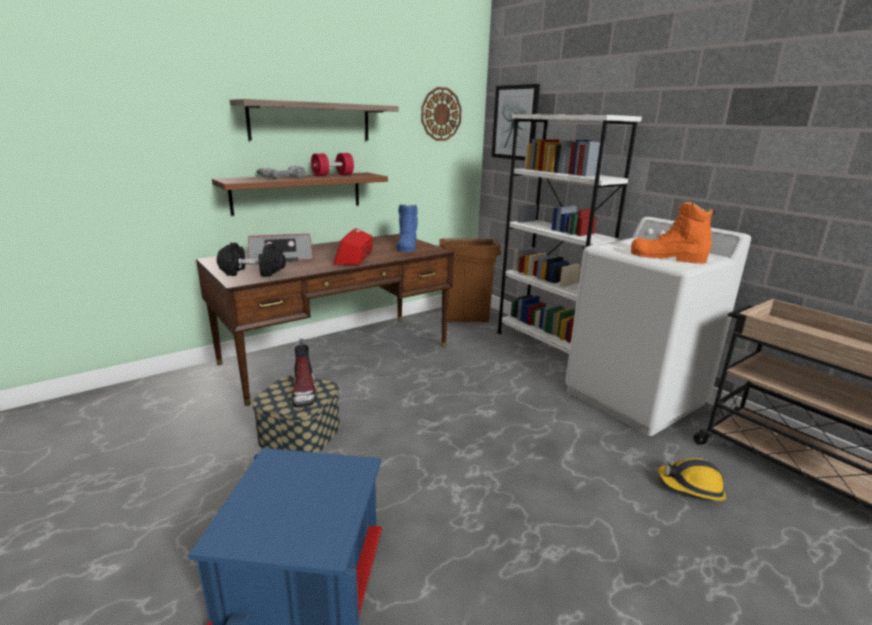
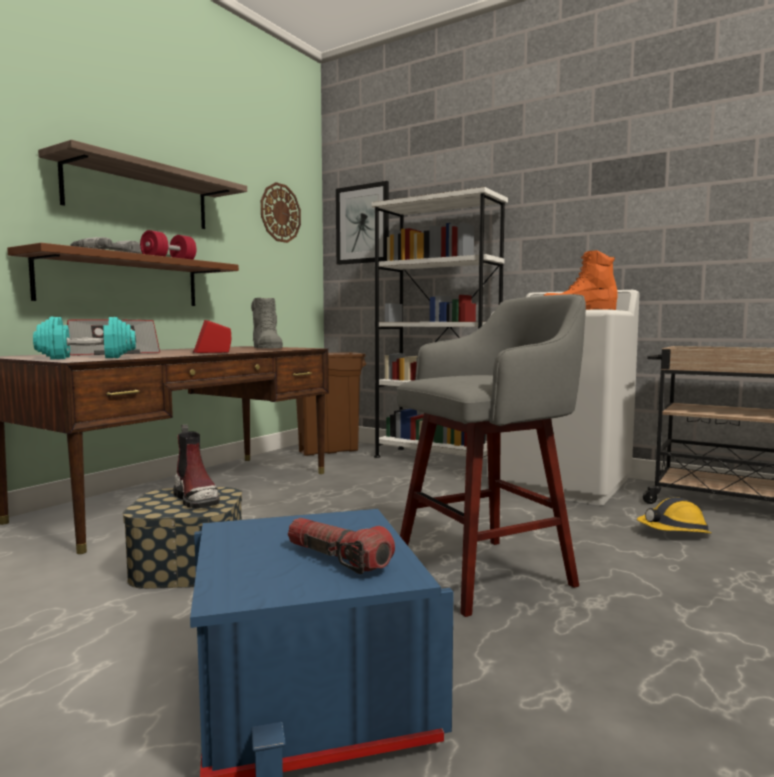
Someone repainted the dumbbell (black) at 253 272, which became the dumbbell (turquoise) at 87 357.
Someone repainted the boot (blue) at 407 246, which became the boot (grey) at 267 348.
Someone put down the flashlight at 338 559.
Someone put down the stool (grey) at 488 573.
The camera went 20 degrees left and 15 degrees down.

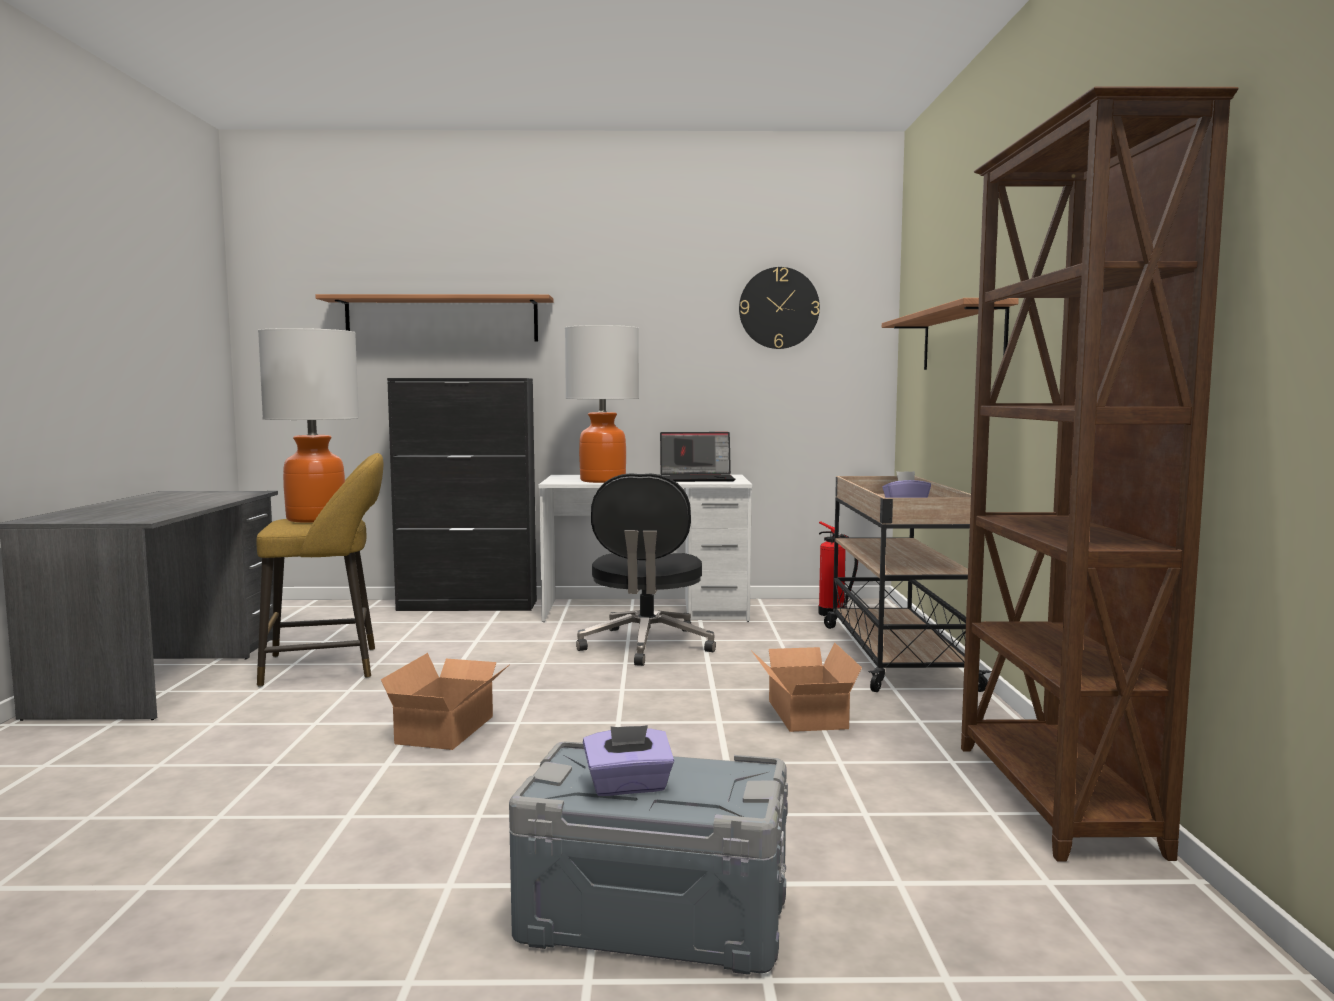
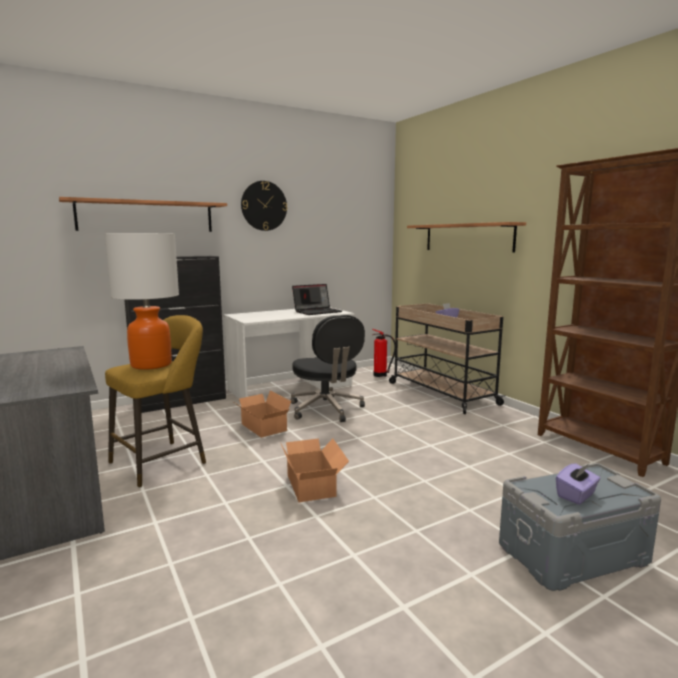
Someone took away the table lamp at 603 480.
Someone carried the wall clock from 779 308 to 264 206.
Someone carried the cardboard box from 803 715 to 262 428.
The camera went 30 degrees left and 5 degrees up.

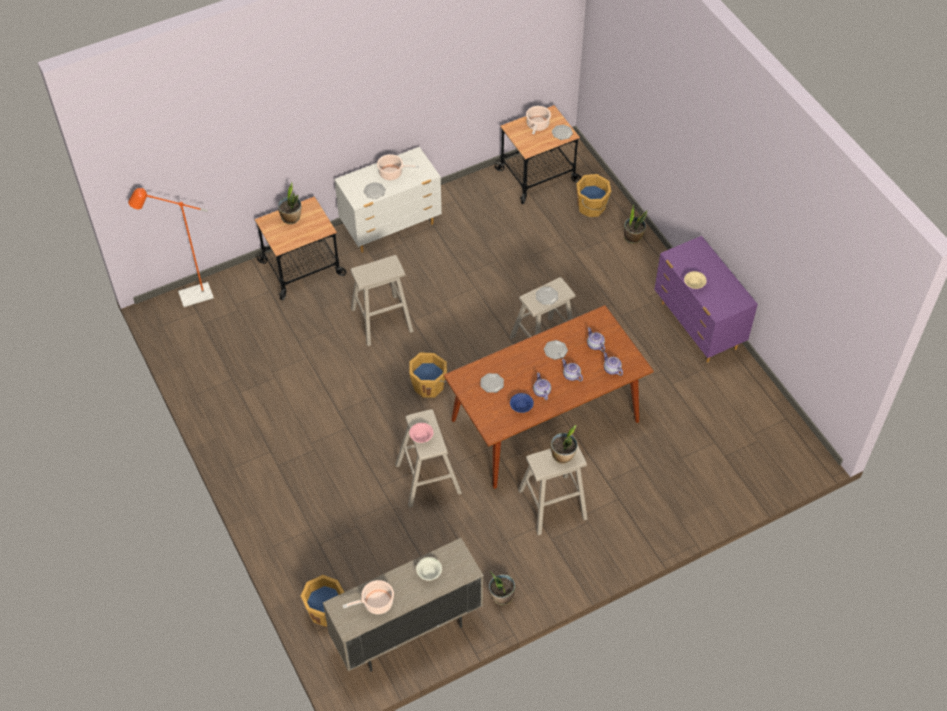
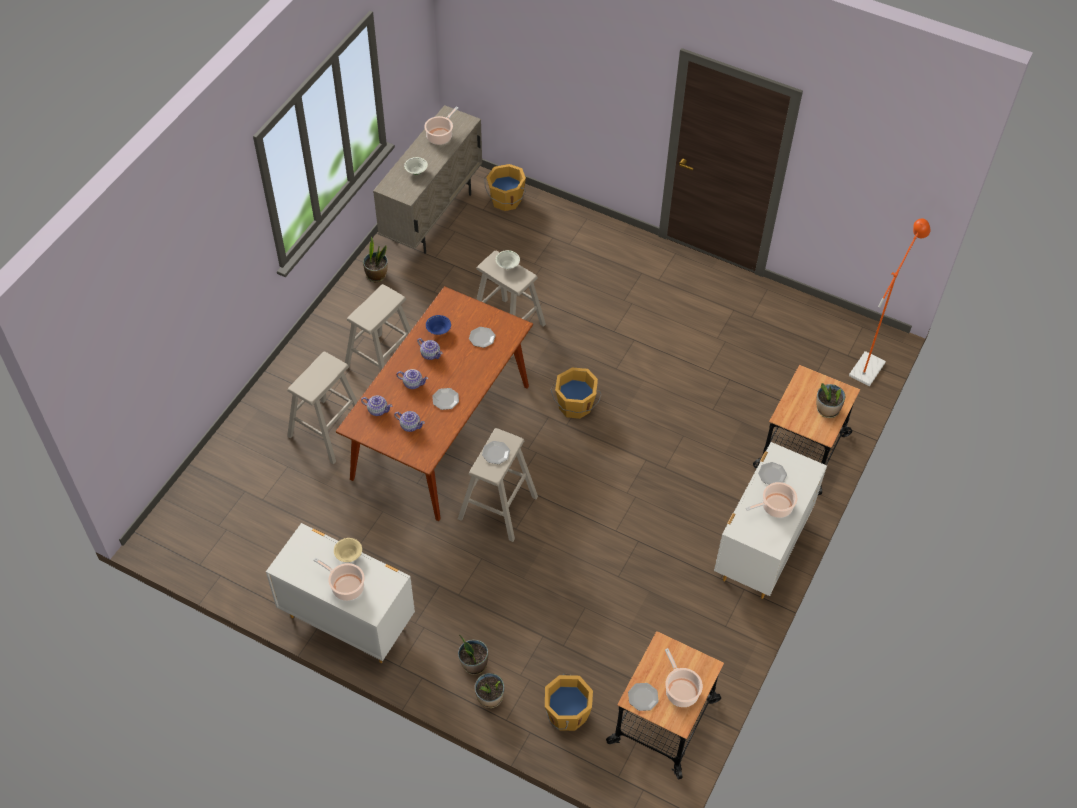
Someone carried the stool (beige) from 381 320 to 328 430.
Someone repainted the bowl (pink) at 421 437, which became the bowl (white) at 507 265.
Someone carried the potted plant from 563 456 to 473 664.
Someone repainted the dresser (purple) at 698 327, which became the dresser (white) at 347 620.
Someone put down the cooking pot at 346 586.
The camera went 145 degrees right and 0 degrees up.

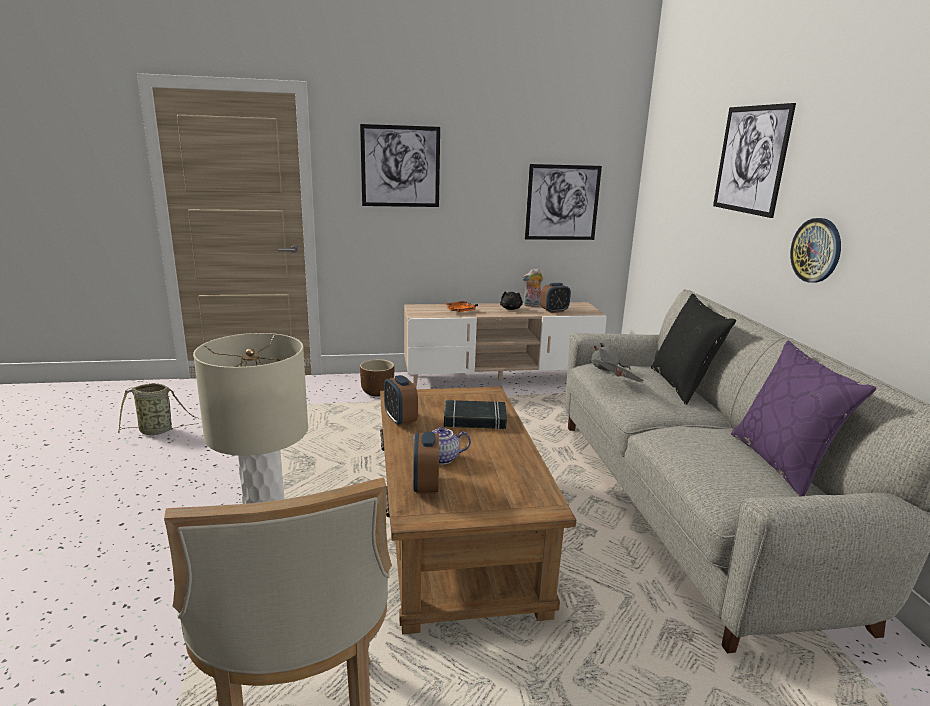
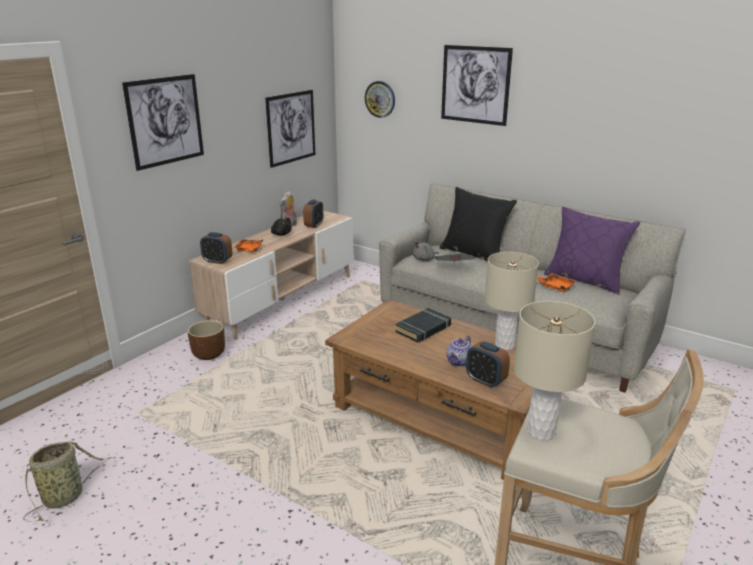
Someone carried the alarm clock from 400 420 to 217 261.
Someone carried the wall clock from 816 250 to 380 99.
Someone put down the table lamp (beige) at 504 345.
Someone put down the tray (orange) at 555 287.
The camera went 45 degrees left and 5 degrees up.

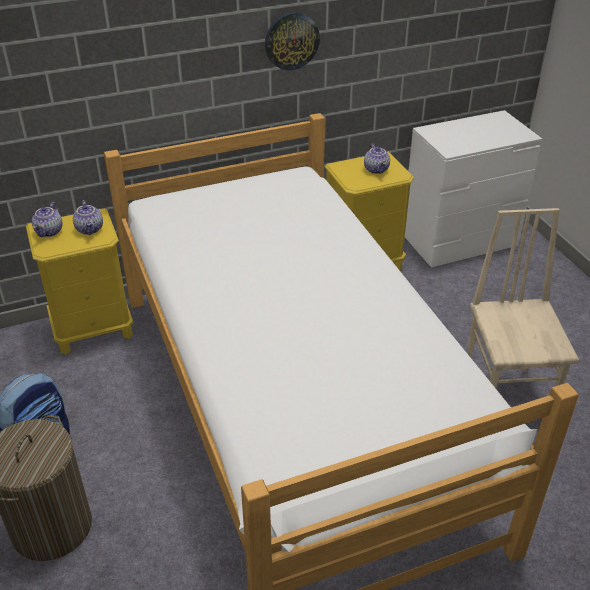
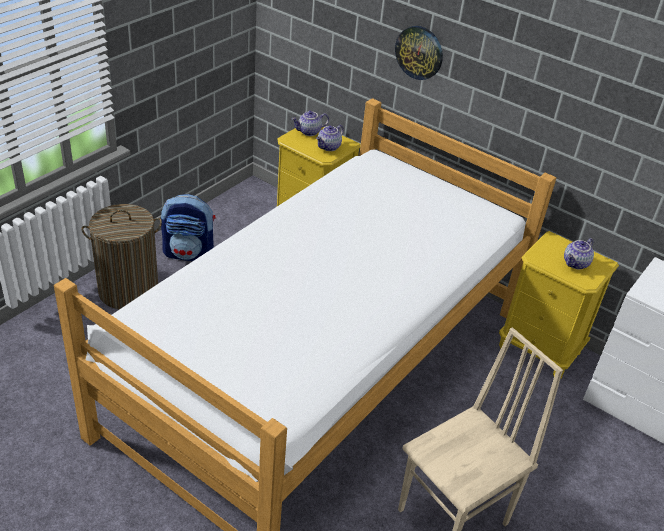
Someone carried the wall clock from 291 40 to 419 52.
The camera went 55 degrees right and 0 degrees up.

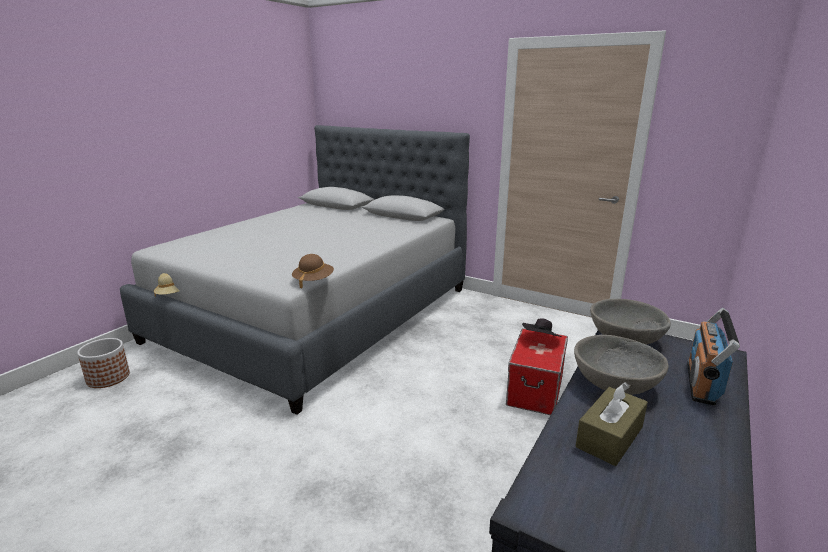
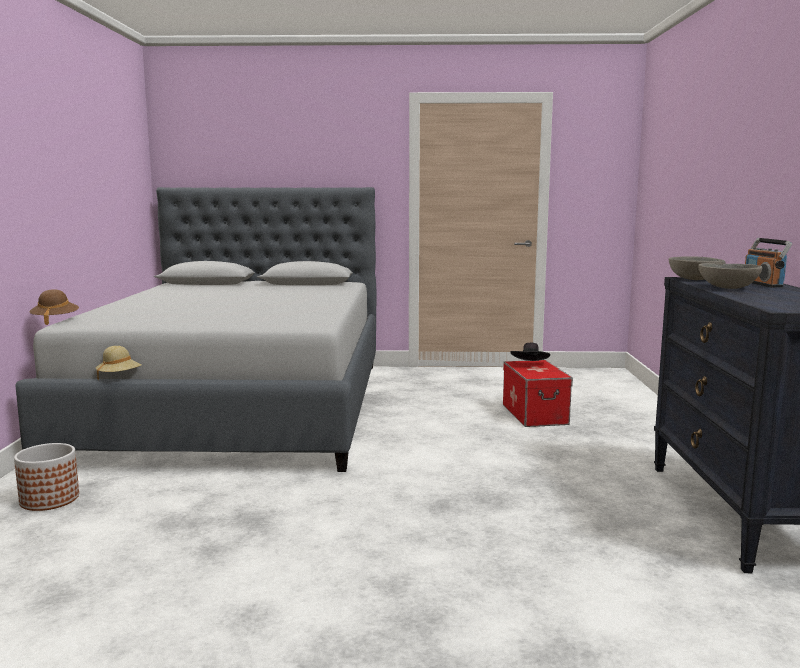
Someone carried the hat (brown) from 313 281 to 55 320.
Someone took away the tissue box (brown) at 609 437.
The camera went 30 degrees left and 10 degrees down.

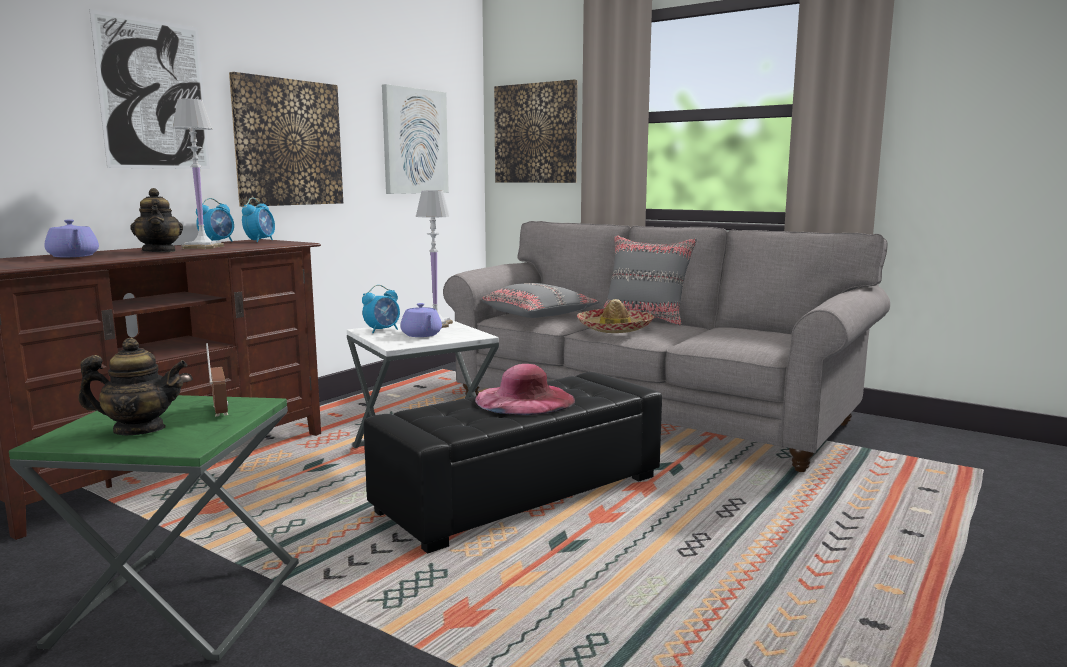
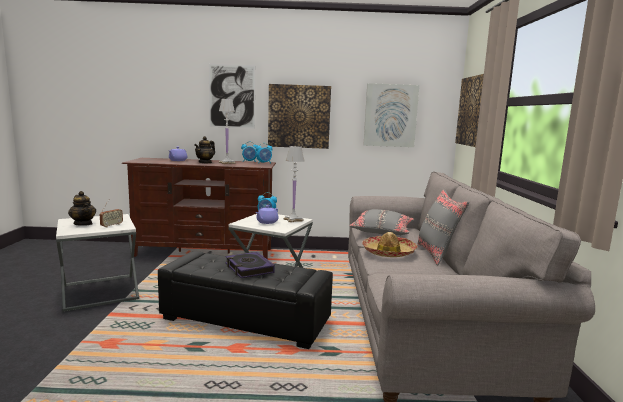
Someone repainted the side table (green) at 181 603, which became the side table (white) at 100 292.
Someone swapped the hat (pink) at 525 399 for the book at 249 268.
The camera went 55 degrees right and 0 degrees up.

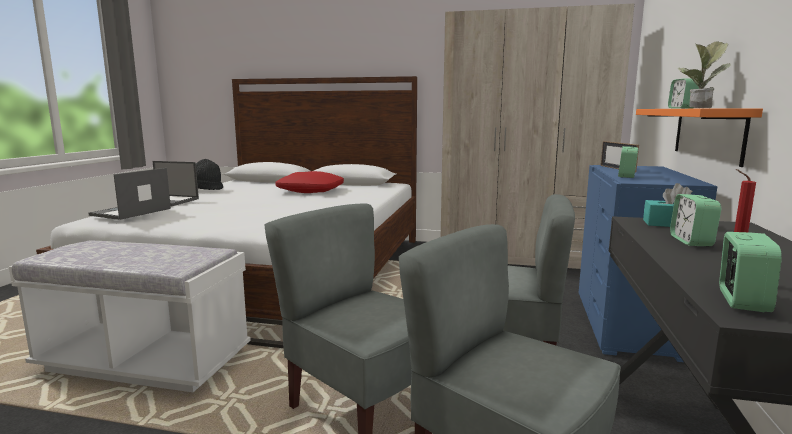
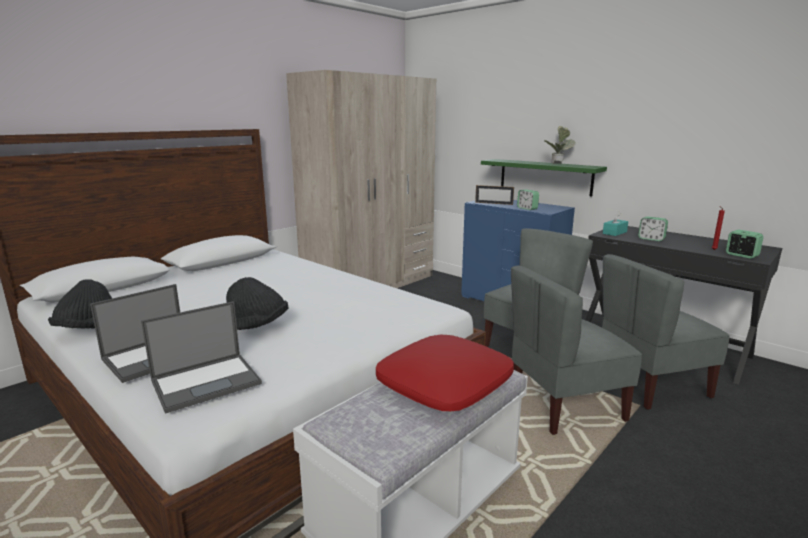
Someone rotated the laptop at 130 212 by 90 degrees counterclockwise.
Someone carried the pillow (red) from 310 191 to 445 385.
Someone repainted the shelf (orange) at 707 133, which became the shelf (green) at 545 176.
Someone took away the alarm clock at 682 108.
Someone put down the hat (black) at 258 325.
The camera went 60 degrees left and 5 degrees up.

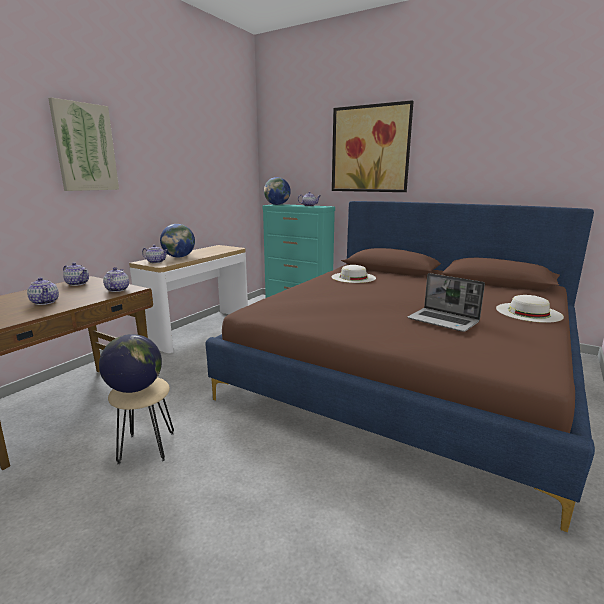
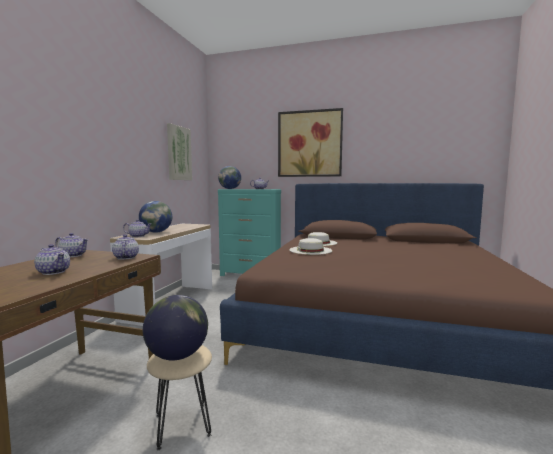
Someone carried the picture from 85 147 to 178 153.
Someone took away the laptop at 444 321.
Someone carried the hat (white) from 528 312 to 310 250.
The camera went 15 degrees left and 10 degrees down.

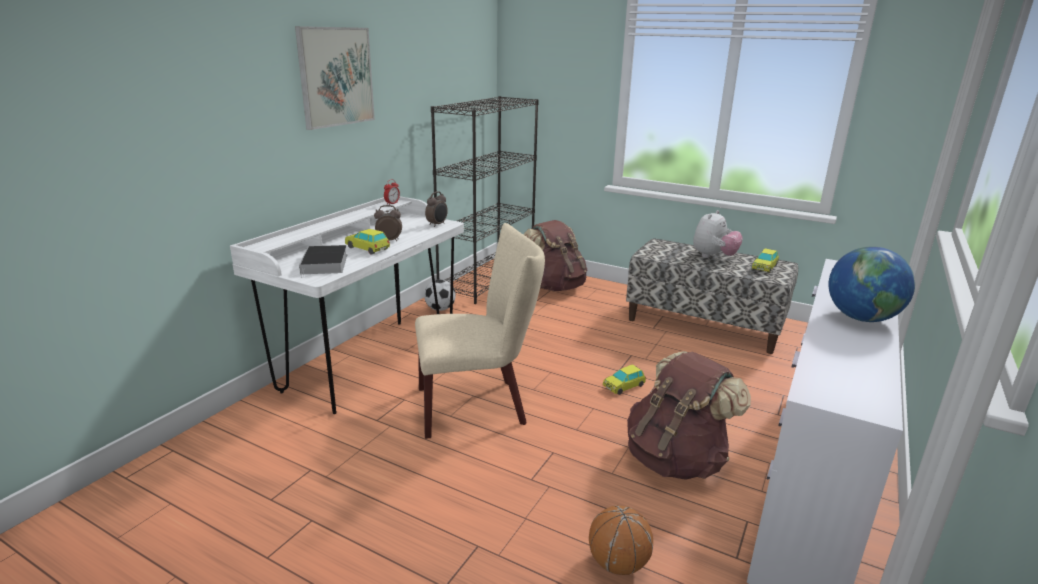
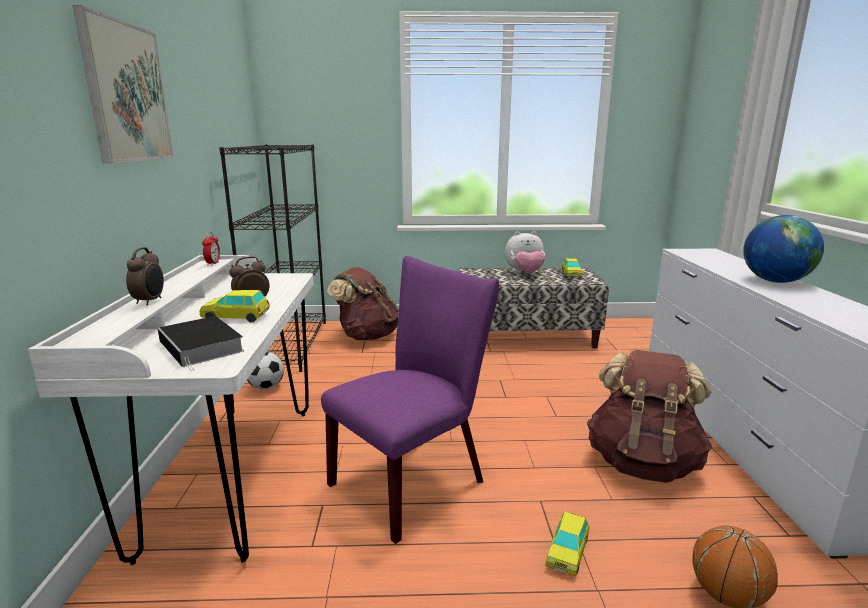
Someone repainted the chair (beige) at 478 405, which became the chair (purple) at 415 479.
Someone carried the alarm clock from 437 225 to 150 301.
Someone carried the toy car from 623 386 to 567 552.
Someone rotated the plush toy at 713 256 by 75 degrees clockwise.
The camera went 30 degrees left and 5 degrees down.

